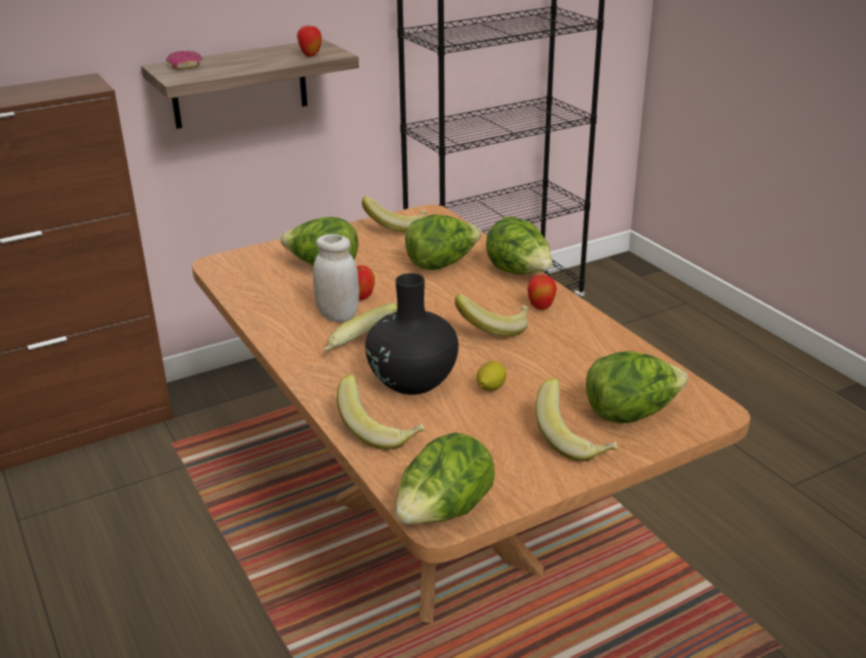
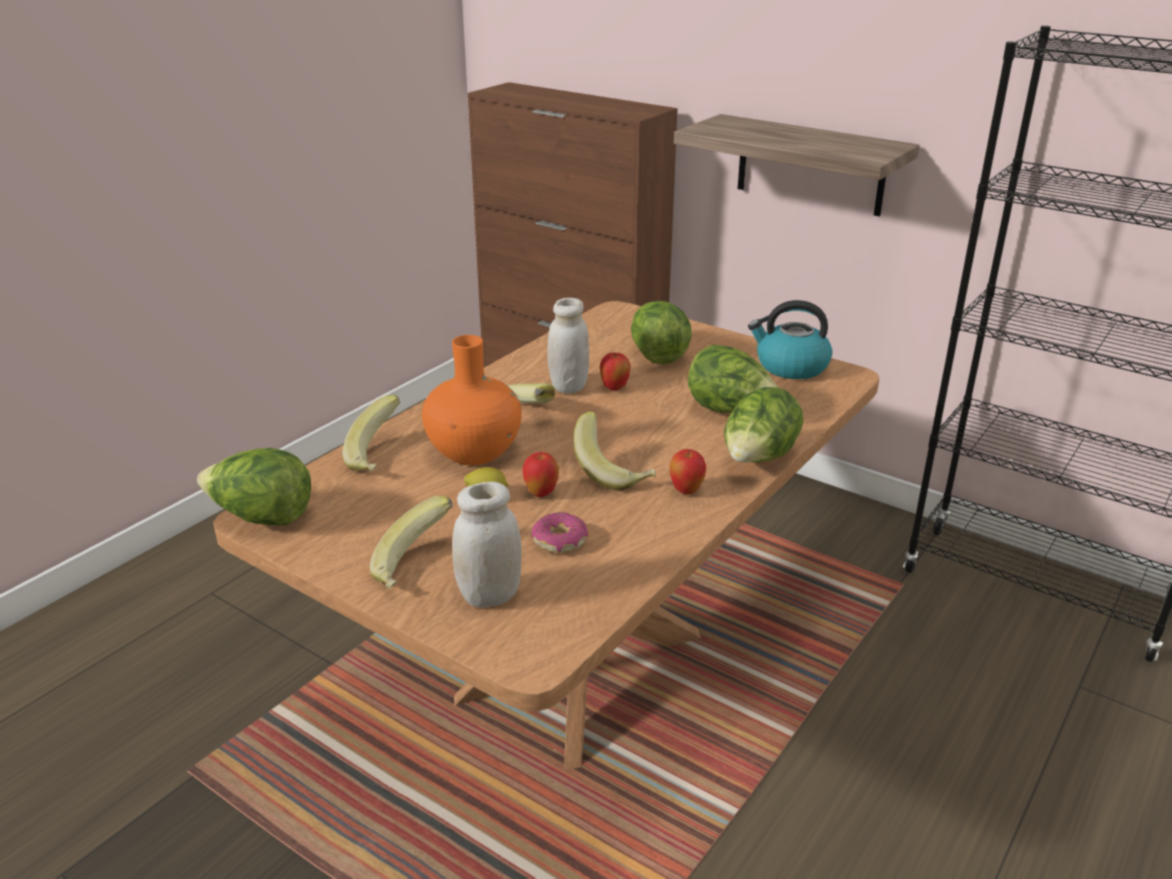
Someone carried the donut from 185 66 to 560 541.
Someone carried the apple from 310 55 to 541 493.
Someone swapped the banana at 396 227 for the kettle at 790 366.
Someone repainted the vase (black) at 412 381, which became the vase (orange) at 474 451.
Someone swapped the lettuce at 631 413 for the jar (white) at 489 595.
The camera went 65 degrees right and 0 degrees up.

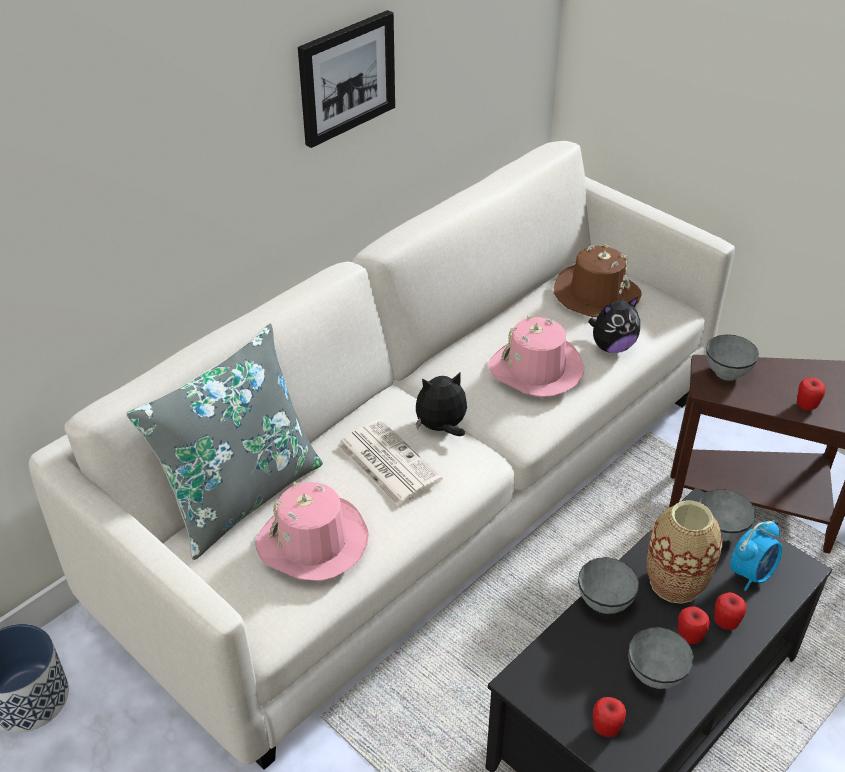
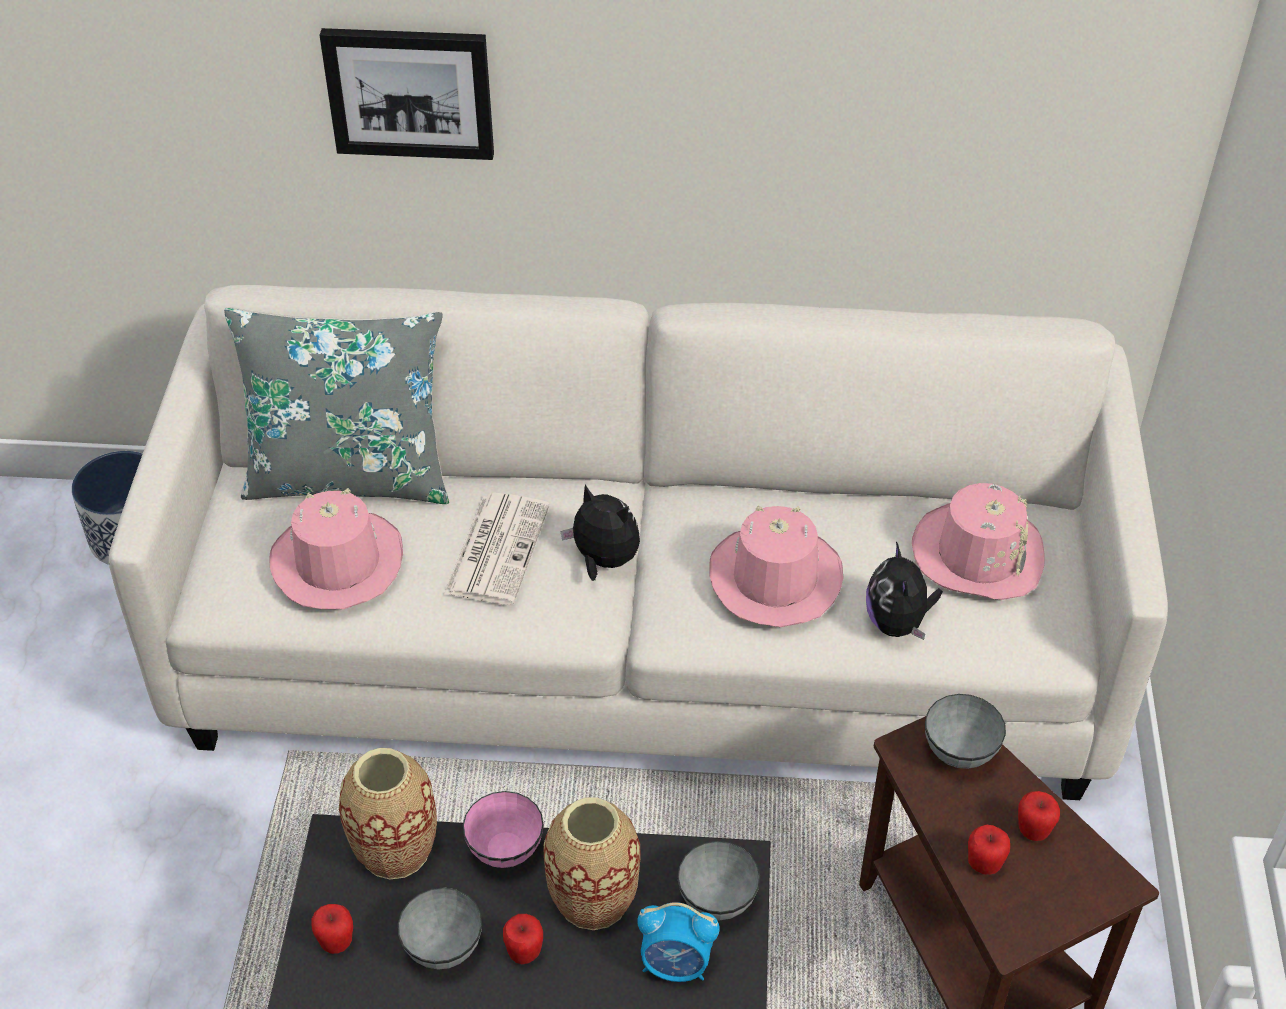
Someone carried the picture from 346 77 to 410 92.
Someone repainted the hat (brown) at 595 294, which became the hat (pink) at 978 554.
Someone repainted the bowl (grey) at 605 602, which became the bowl (pink) at 506 851.
Someone rotated the plush toy at 612 346 by 60 degrees clockwise.
Someone carried the apple from 725 623 to 1033 830.
Someone put down the vase at 395 849.
The camera went 50 degrees right and 5 degrees up.

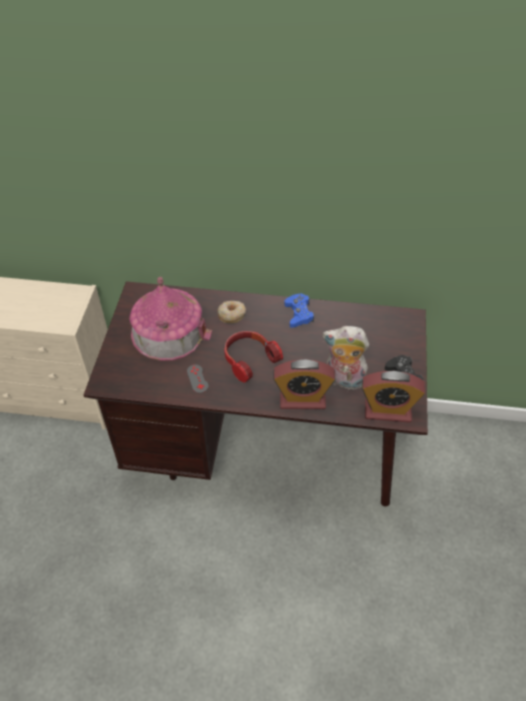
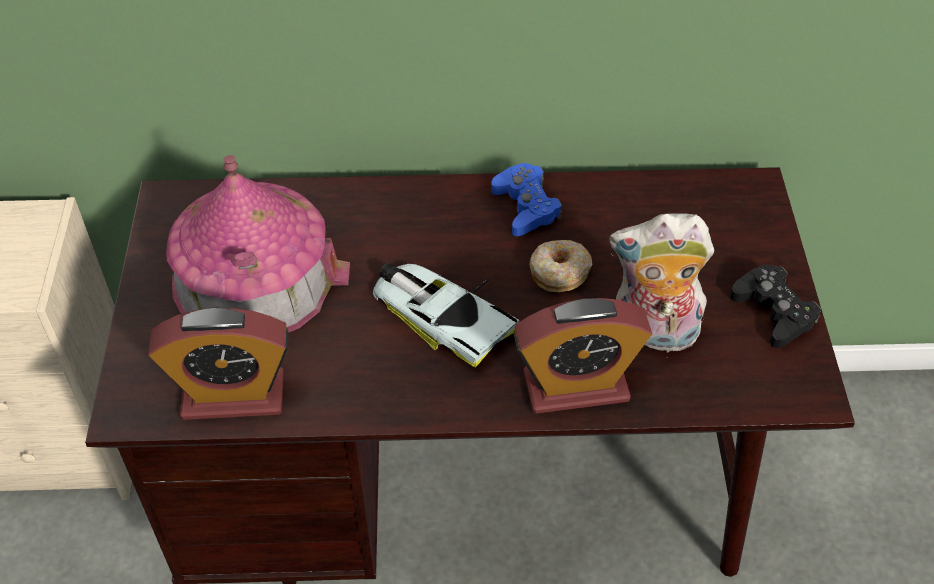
Someone took away the game controller (grey) at 197 379.
Someone carried the donut from 231 315 to 559 272.
Someone swapped the headphones at 249 359 for the toy car at 442 315.
Someone carried the alarm clock from 387 411 to 233 395.
The camera went 10 degrees left and 0 degrees up.

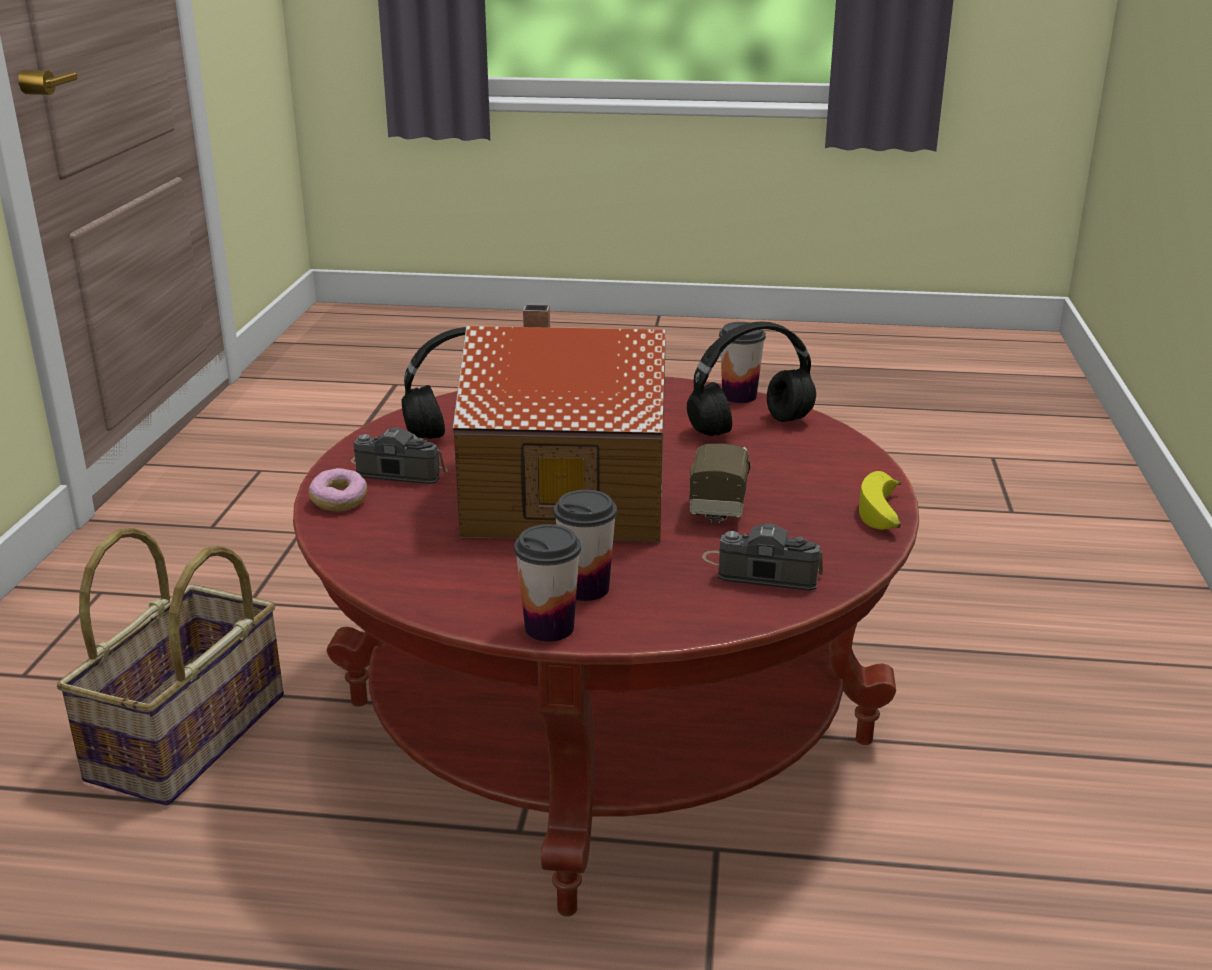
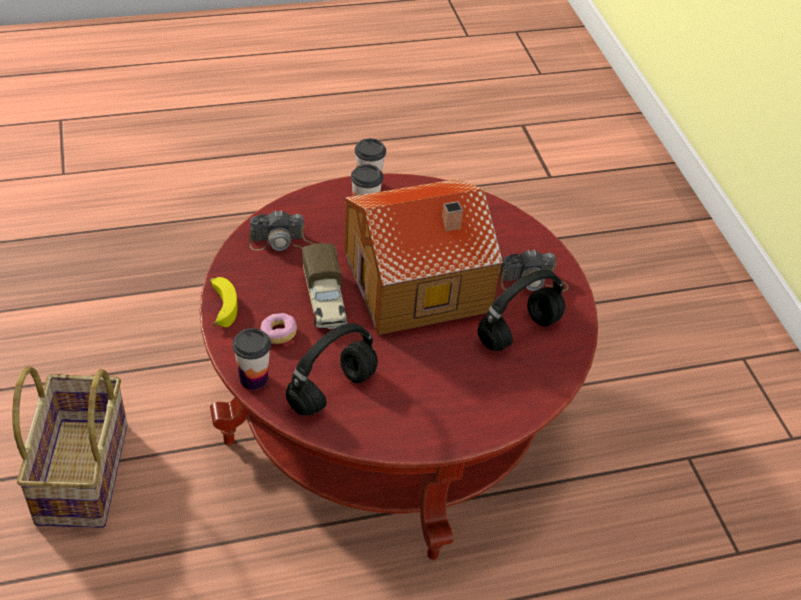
Someone carried the basket from 190 738 to 80 472.
Someone carried the donut from 339 502 to 278 334.
Someone carried the cup from 739 396 to 253 379.
The camera went 155 degrees right and 20 degrees up.

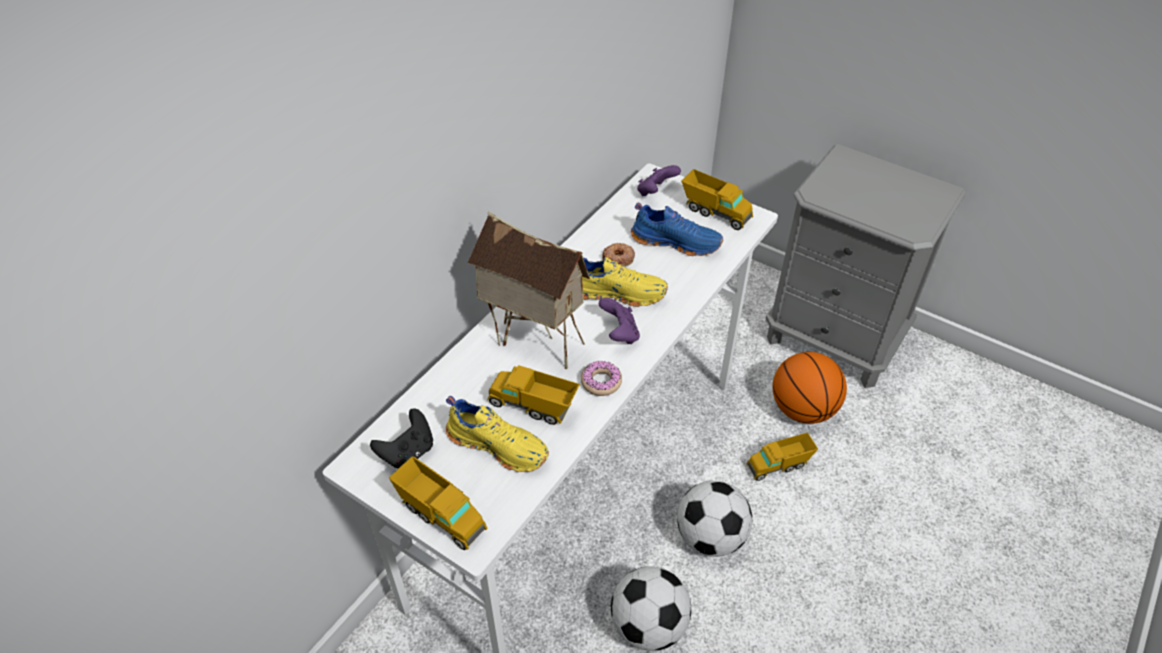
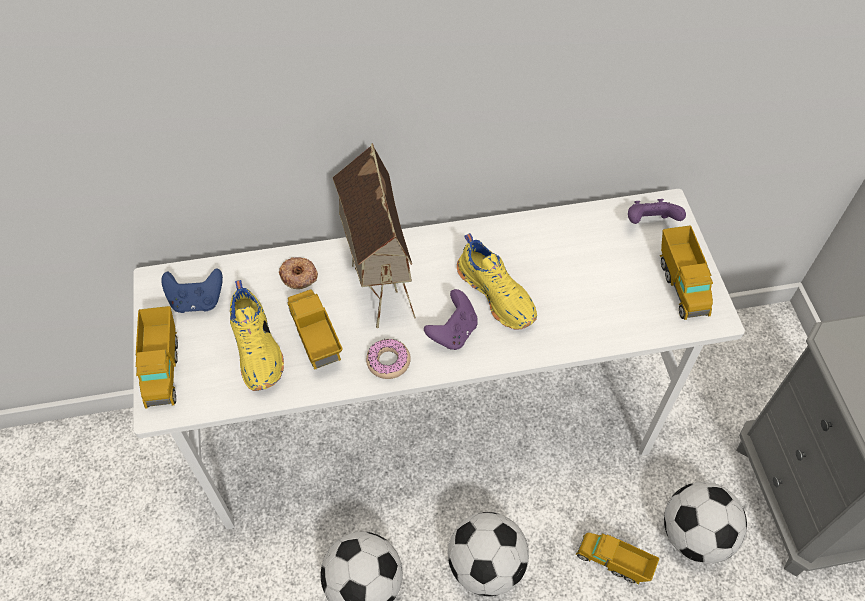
Someone repainted the game controller (black) at 408 453, which became the game controller (blue) at 197 301.
Someone carried the donut from 618 258 to 298 276.
Someone took away the shoe (blue) at 676 242.
Someone swapped the basketball at 802 409 for the football at 695 535.
The camera went 45 degrees right and 10 degrees up.

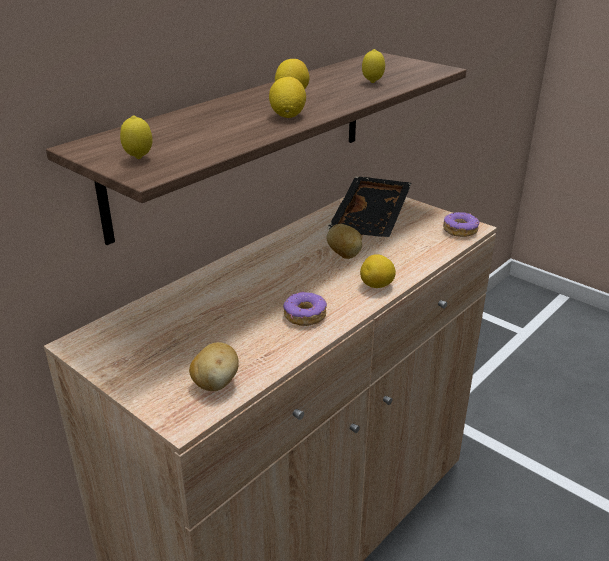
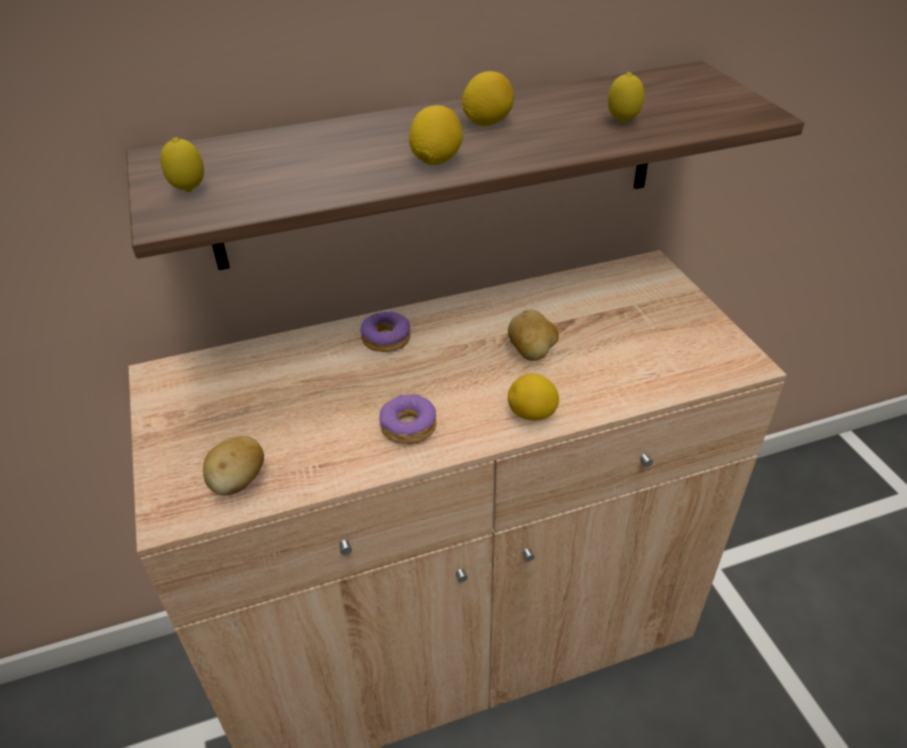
Someone took away the tray (black) at 372 219.
Someone carried the donut from 460 230 to 386 339.
The camera went 30 degrees right and 10 degrees up.

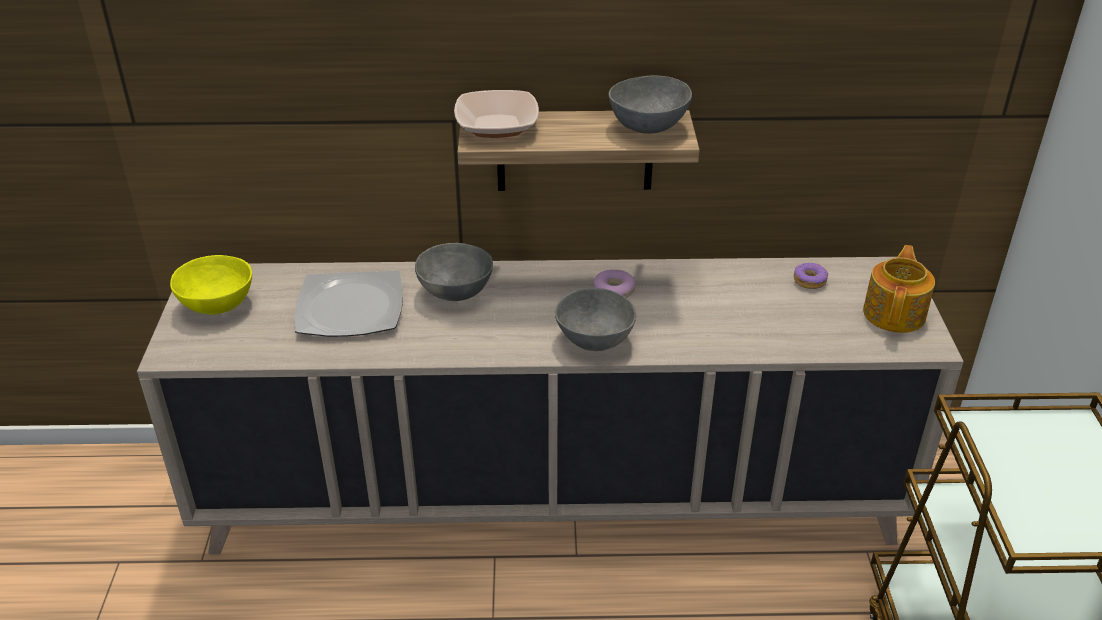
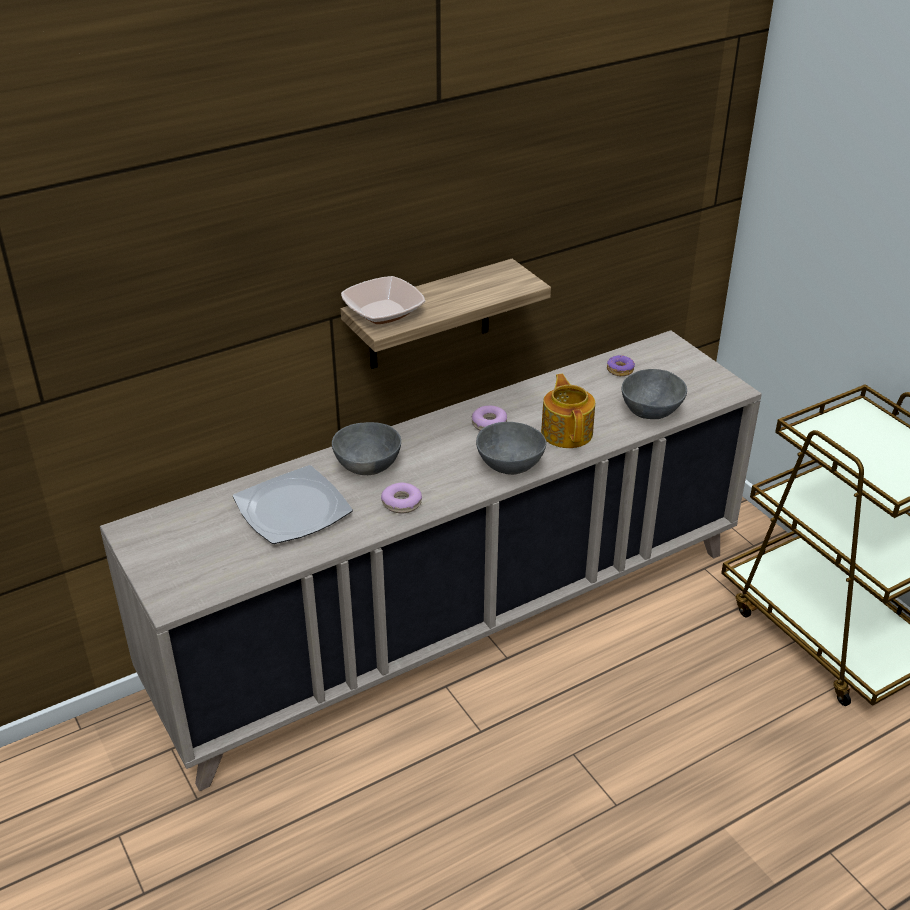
Someone took away the bowl (yellow) at 215 305.
Someone carried the bowl (grey) from 650 127 to 652 411.
Someone carried the teapot from 895 313 to 567 432.
Someone put down the donut at 401 503.
The camera went 30 degrees left and 0 degrees up.

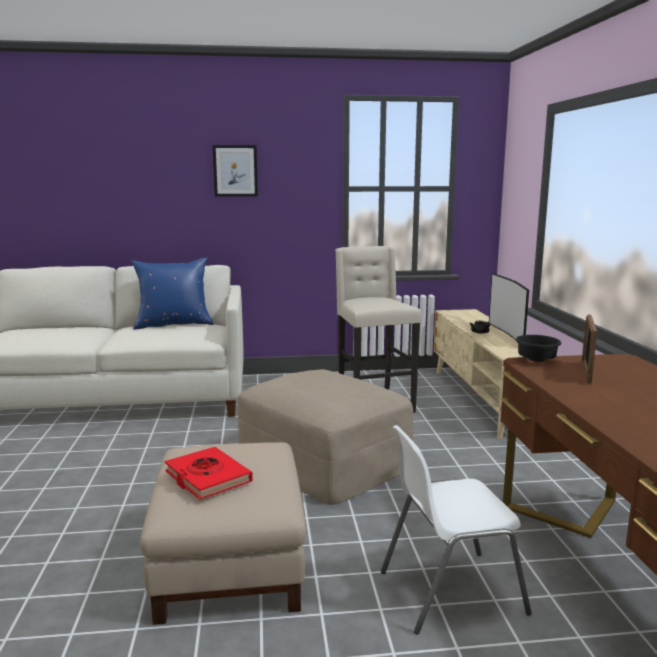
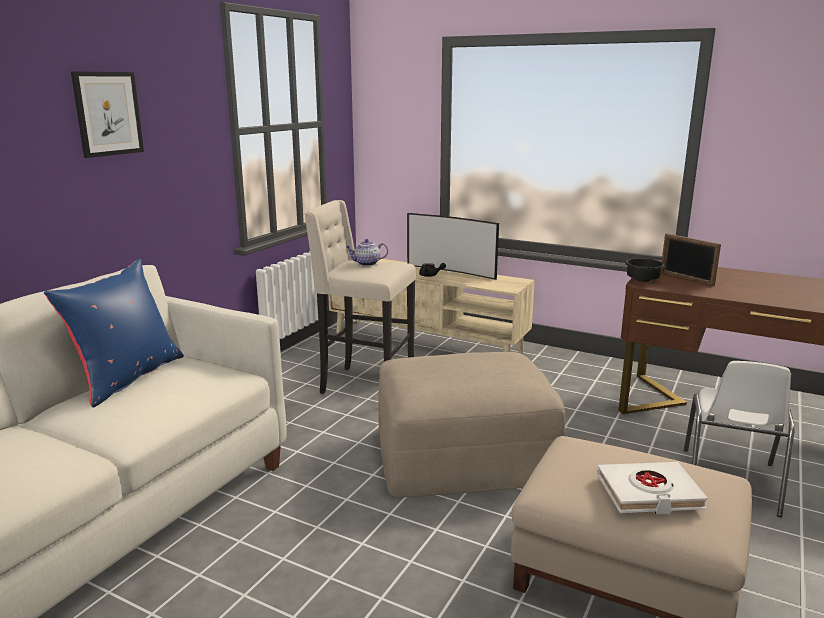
Someone repainted the book (red) at 207 478, which became the book (white) at 649 493.
Someone put down the teapot at 366 263.
The camera went 55 degrees left and 5 degrees up.

